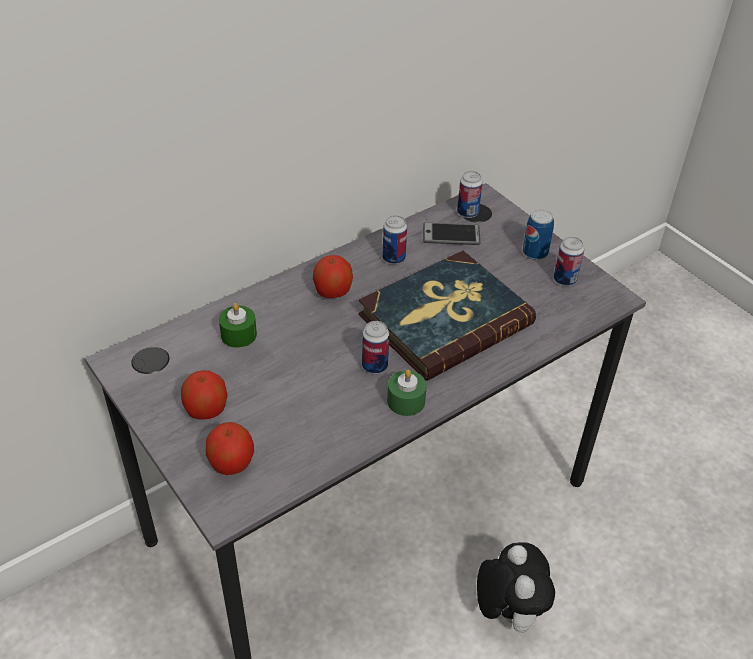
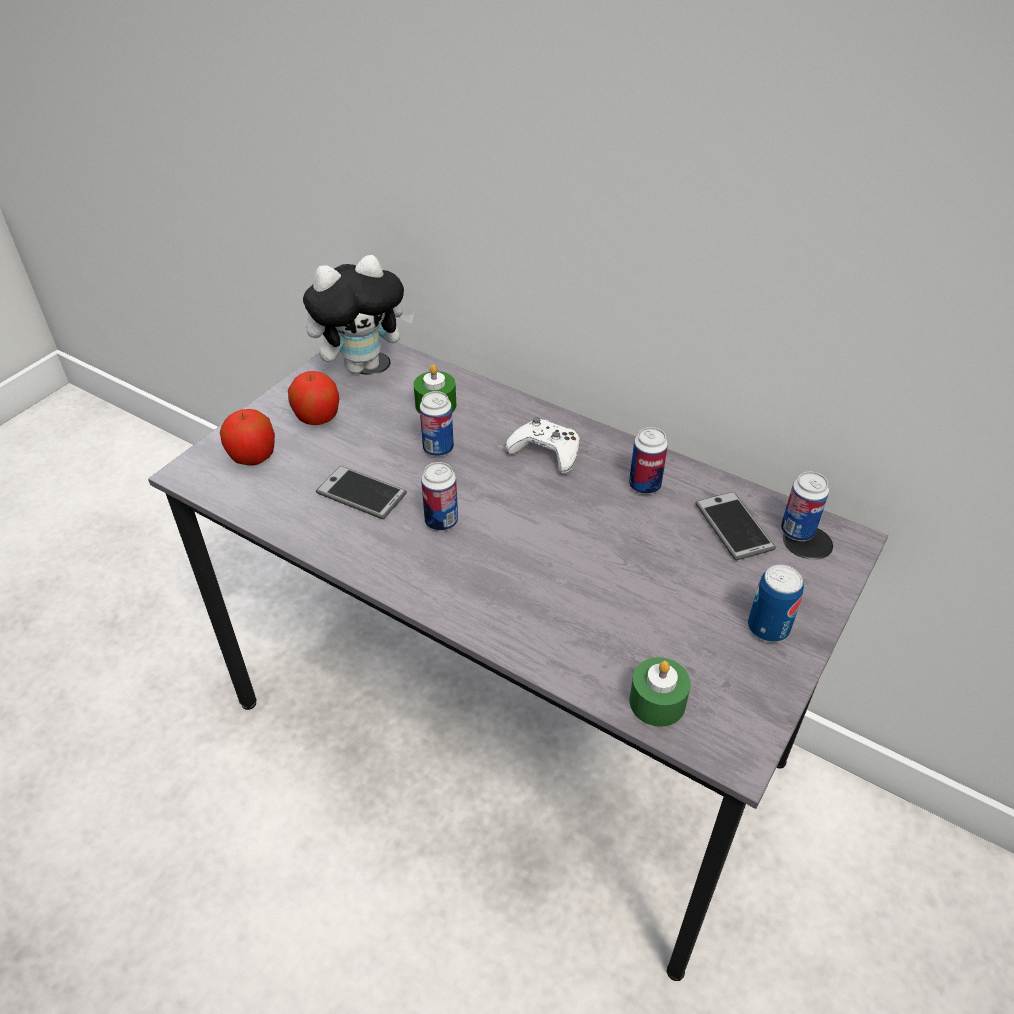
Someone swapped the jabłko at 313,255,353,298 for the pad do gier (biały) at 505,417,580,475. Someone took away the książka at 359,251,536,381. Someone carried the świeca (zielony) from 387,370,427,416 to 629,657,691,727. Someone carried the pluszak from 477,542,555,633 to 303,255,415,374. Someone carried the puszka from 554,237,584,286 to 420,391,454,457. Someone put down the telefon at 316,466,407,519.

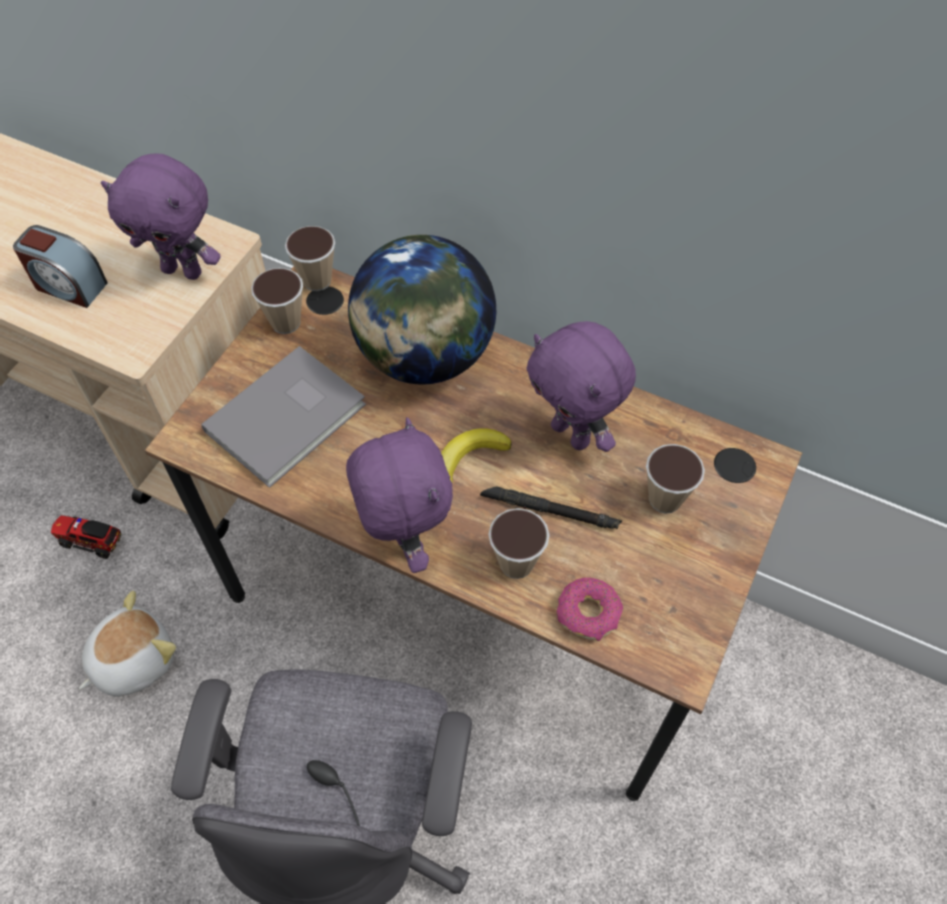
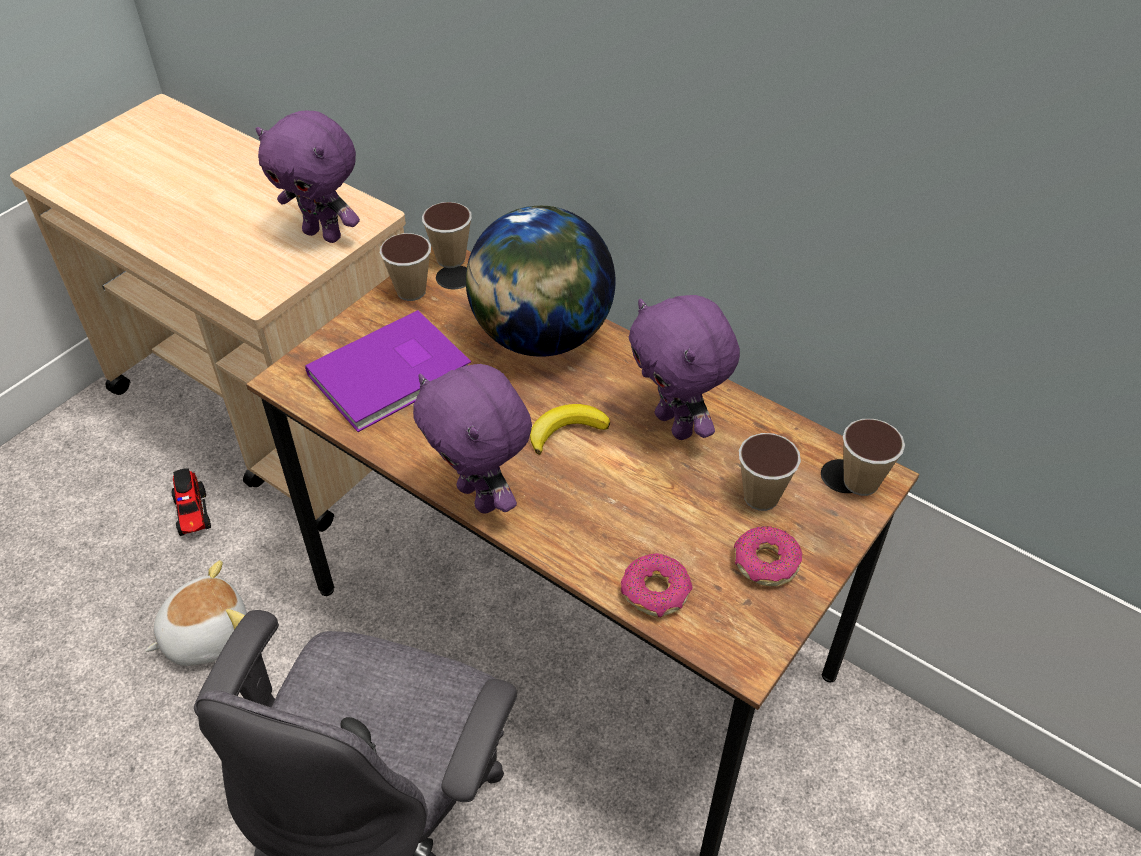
Someone took away the budzik at 13,225,108,308. Someone rotated the ciężarówka zabawkowa at 51,516,121,559 by 135 degrees counterclockwise. Someone repainted the książka (szary) at 201,346,366,488, which became the książka (fioletowy) at 305,310,471,432. Someone rotated the pluszak (fioletowy) at 346,417,453,573 by 150 degrees clockwise. Someone took away the latarka (czarny) at 480,487,622,529. Someone carried the filiżanka from 488,508,550,579 to 843,419,905,496. Someone put down the donut at 734,526,802,586.

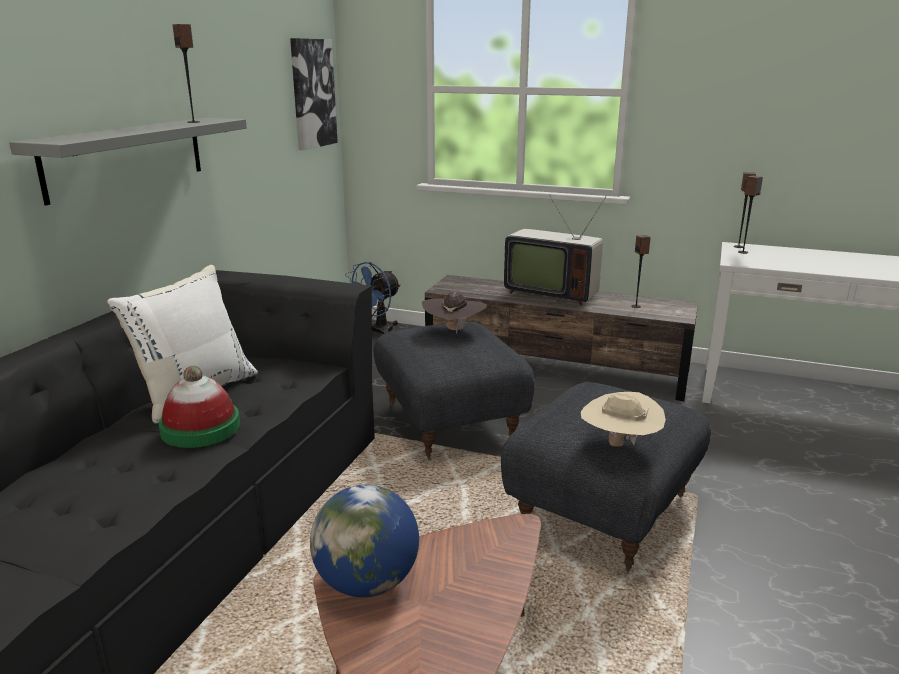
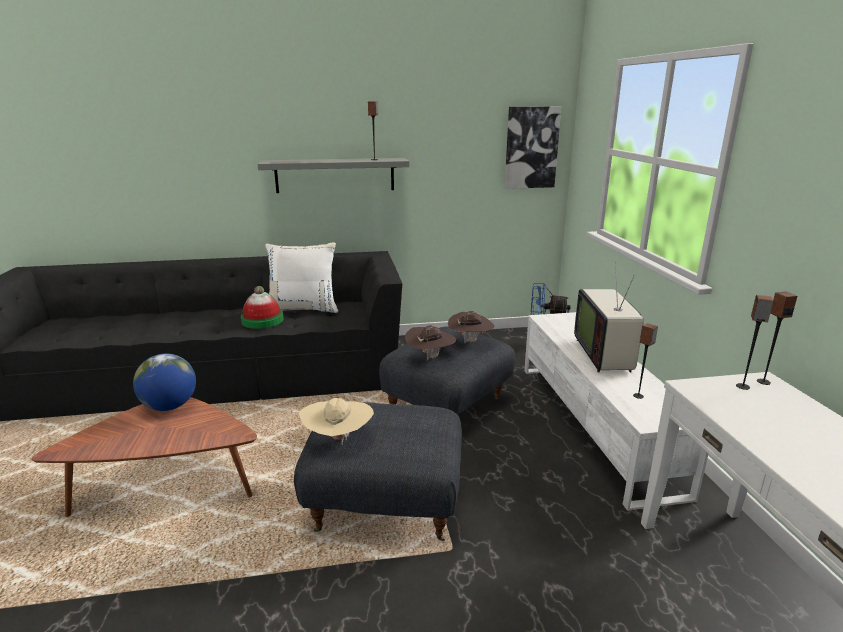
Someone repainted the szafka pod telewizor (brązowy) at 425,275,698,401, which became the szafka pod telewizor (biały) at 524,312,708,511. Someone put down the kapelusz (brązowy) at 405,325,457,361.

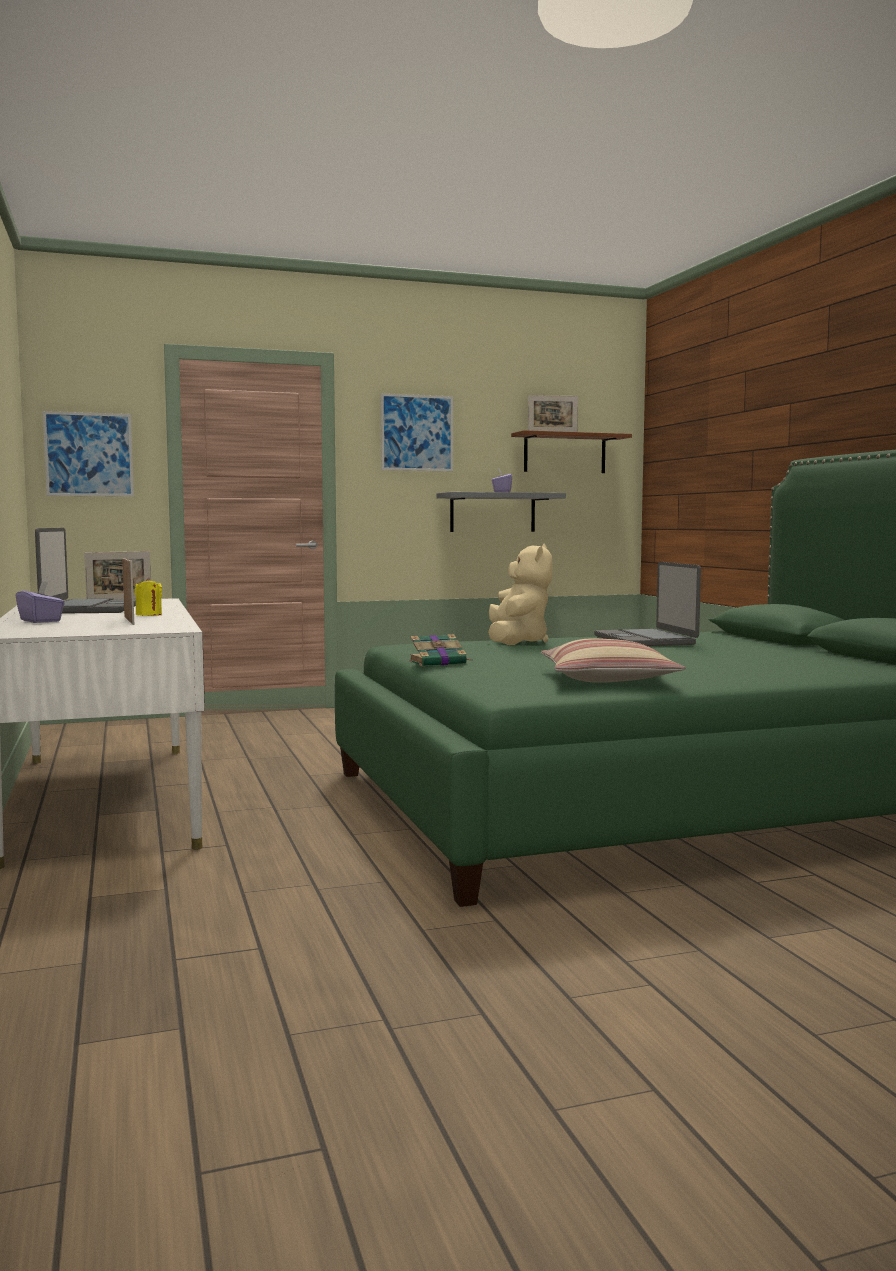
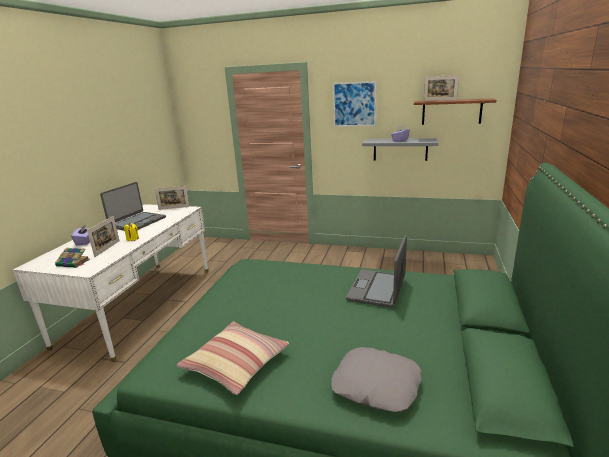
Someone took away the obraz at 43,411,134,497. Someone carried the książka from 409,634,470,666 to 55,248,90,268. Someone took away the pluszak (beżowy) at 488,544,553,645. Someone put down the poduszka (szary) at 331,347,422,412.

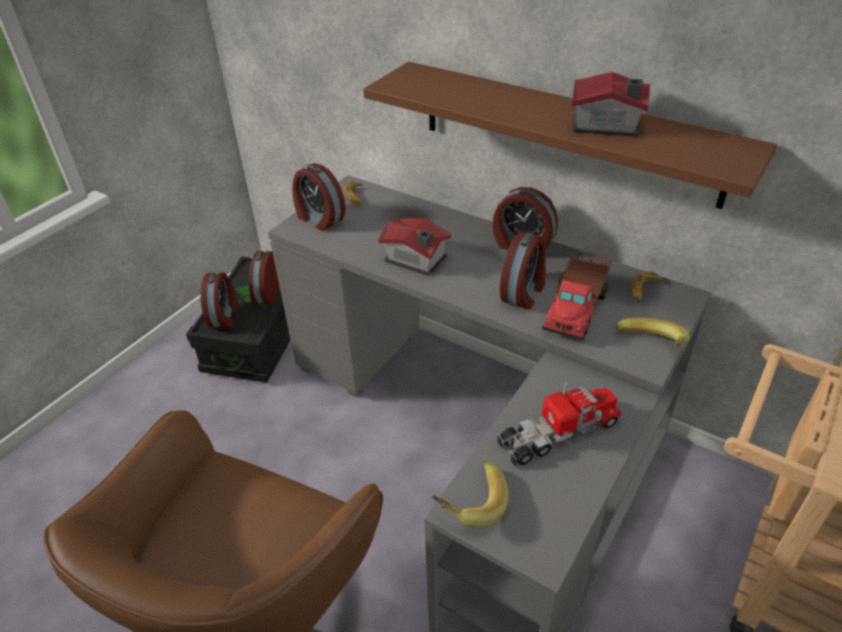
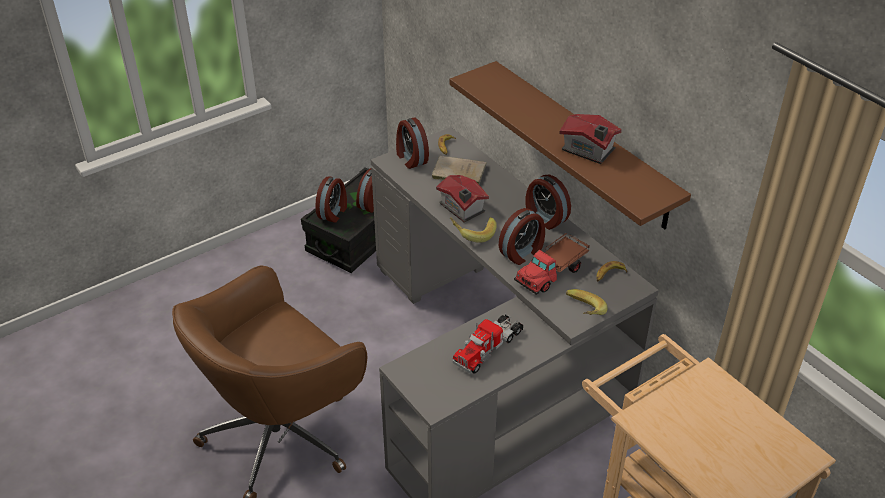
Someone carried the banan from 432,462,509,528 to 450,217,497,243. Someone rotated the ciężarówka zabawkowa at 497,382,622,467 by 135 degrees clockwise. Someone put down the książka (beżowy) at 431,156,487,184.

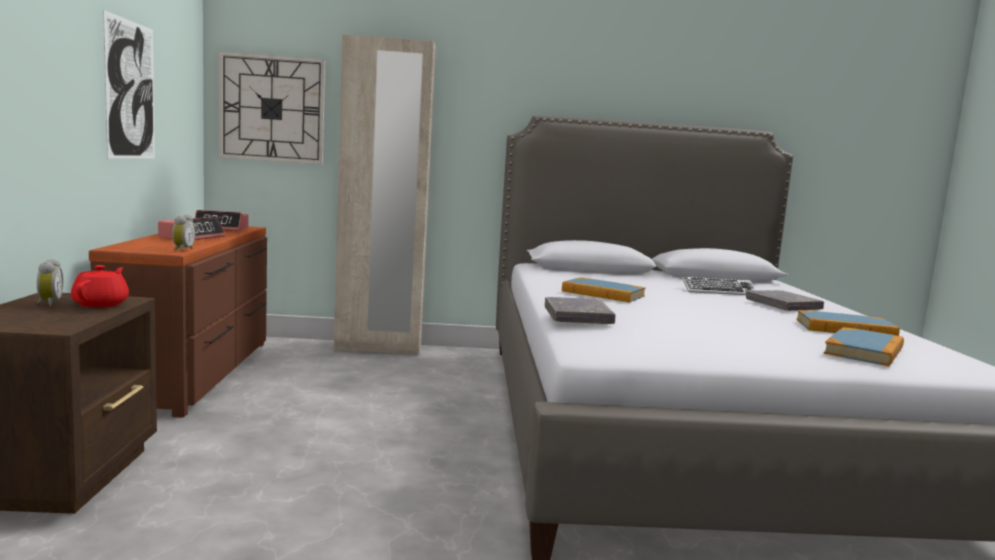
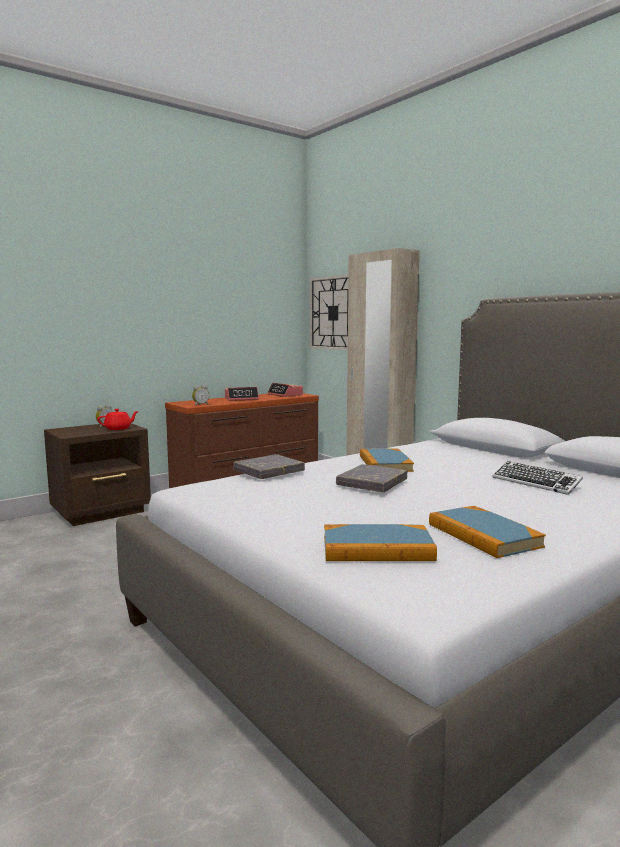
Someone took away the obraz at 103,10,155,158. Someone carried the książka (szary) from 746,290,824,311 to 336,464,407,492.

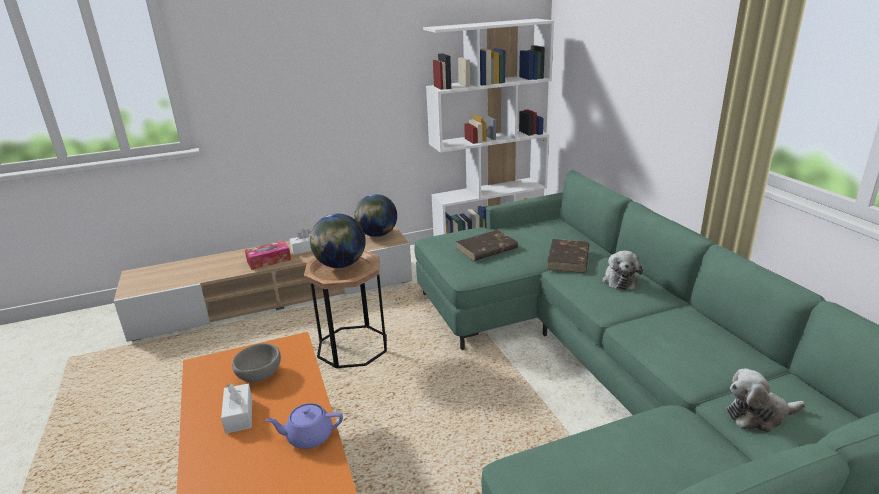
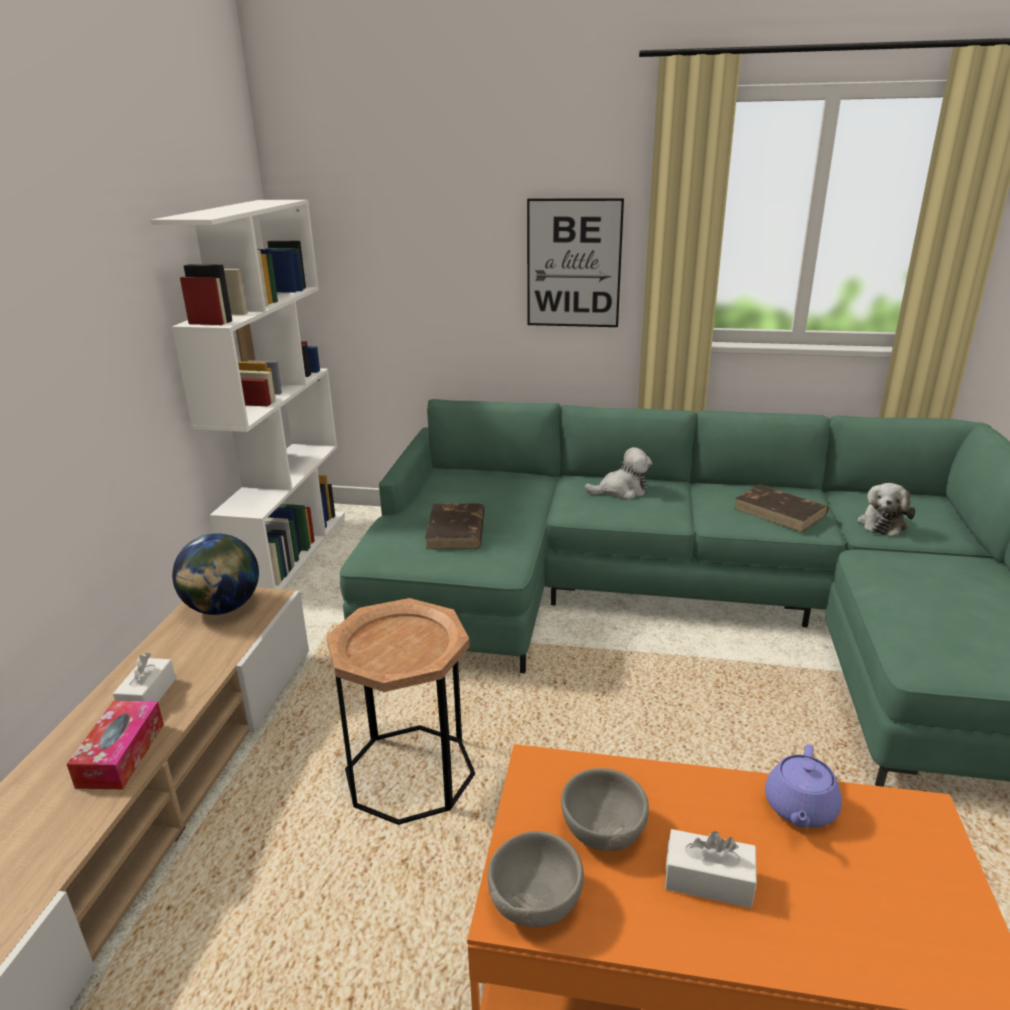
Someone took away the globus at 310,214,366,268. Someone carried the książka (brązowy) from 547,239,589,273 to 734,485,829,532. Someone rotated the pluszak at 602,250,643,290 by 45 degrees counterclockwise. Someone put down the miska (szary) at 488,831,584,927. Someone put up the obraz at 527,198,624,327.

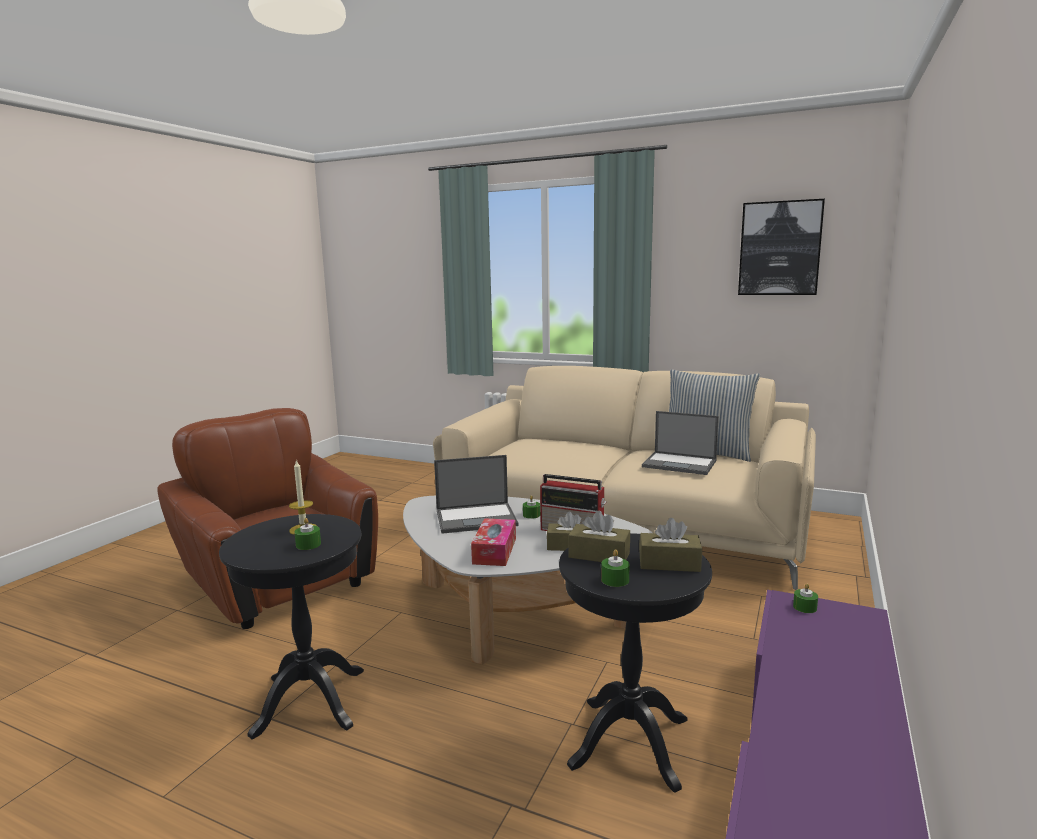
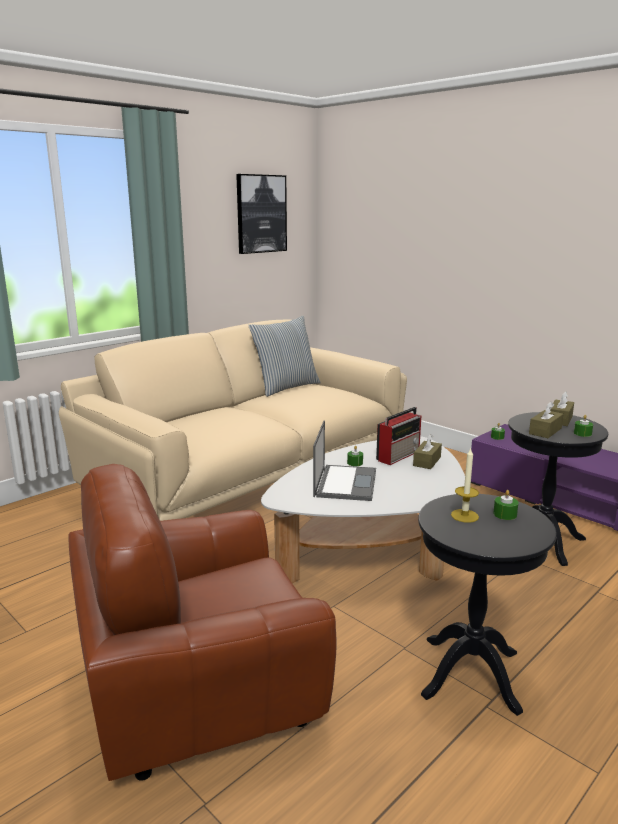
Someone took away the pudełko chusteczek at 471,518,516,566. Someone took away the laptop at 642,411,719,475.

